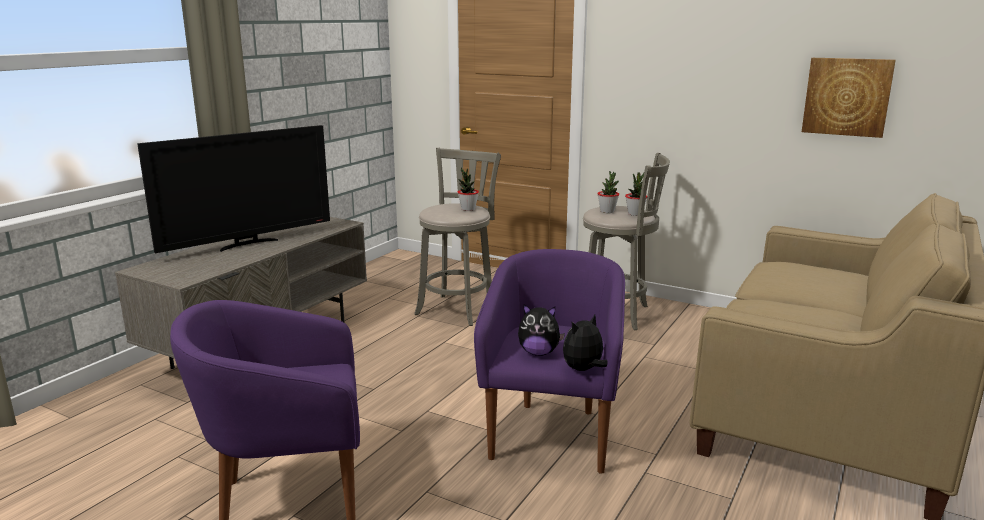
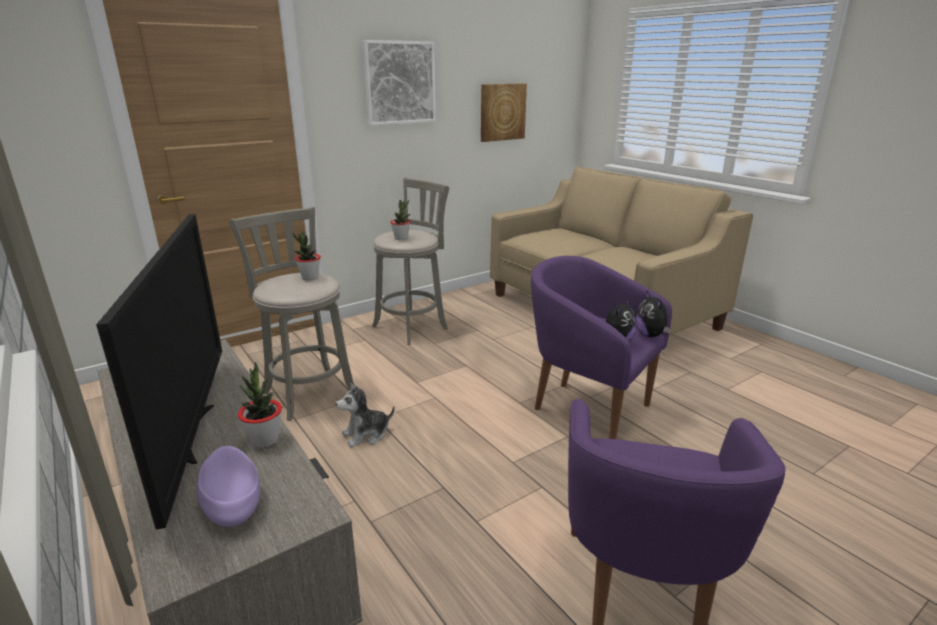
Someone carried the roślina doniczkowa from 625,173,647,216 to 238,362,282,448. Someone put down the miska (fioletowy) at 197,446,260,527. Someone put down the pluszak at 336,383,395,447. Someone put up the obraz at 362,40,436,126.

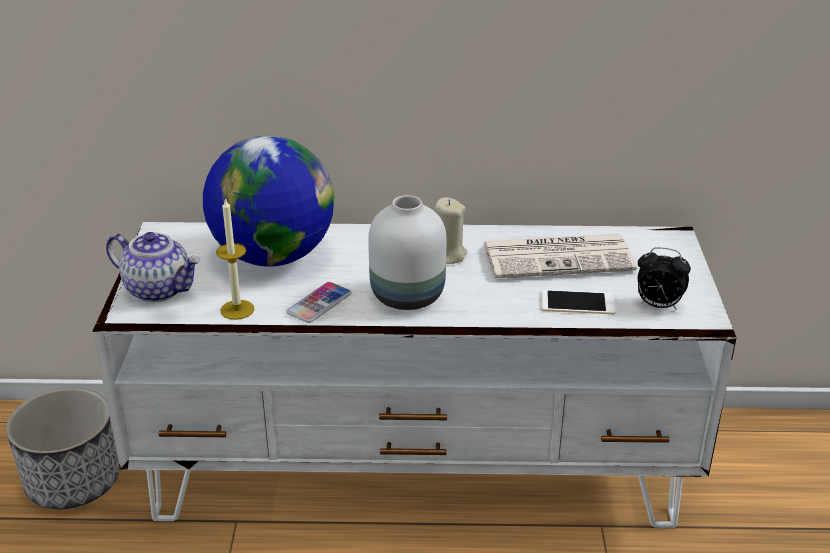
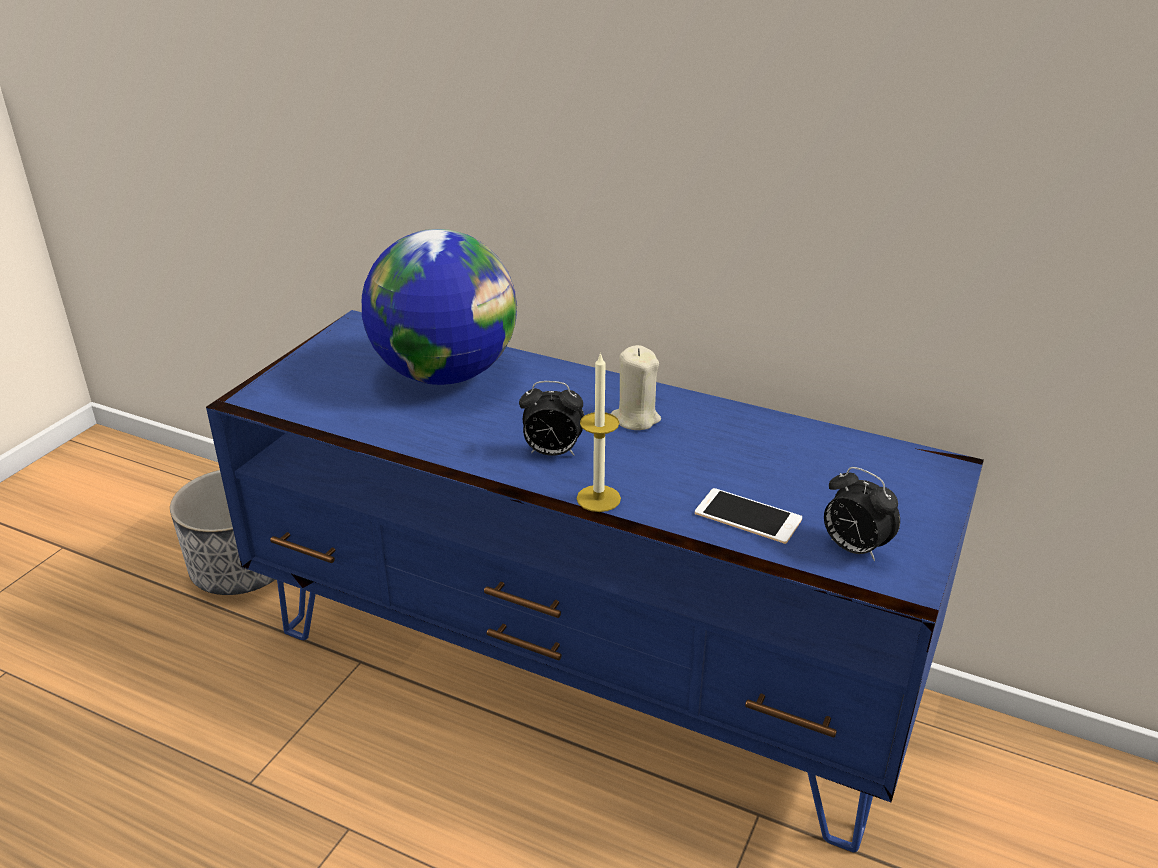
Someone repainted the szafka pod telewizor (biały) at 93,222,737,528, which became the szafka pod telewizor (niebieski) at 206,310,984,853. Someone took away the imbryk at 106,232,200,302. Someone carried the świeca from 216,198,255,320 to 577,352,621,512. Someone took away the telefon at 287,282,351,323. Someone swapped the wazon (biały) at 368,195,446,310 for the budzik at 519,381,584,456. Someone took away the gazeta at 484,234,637,278.

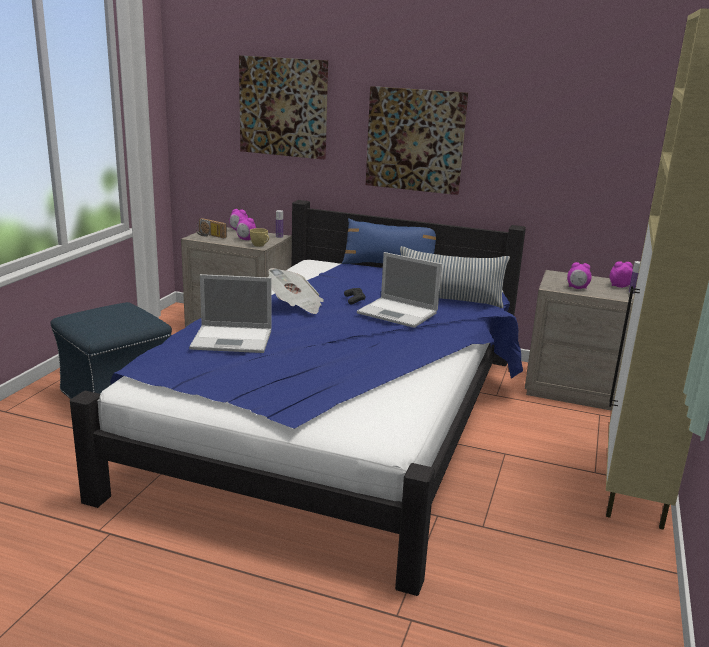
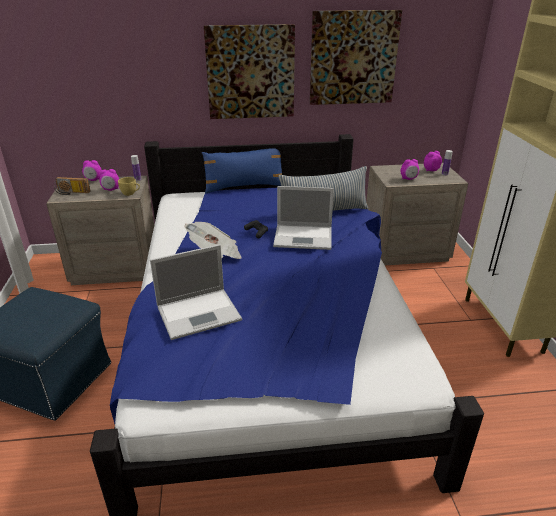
Someone carried the obraz from 239,55,328,160 to 310,10,402,105.

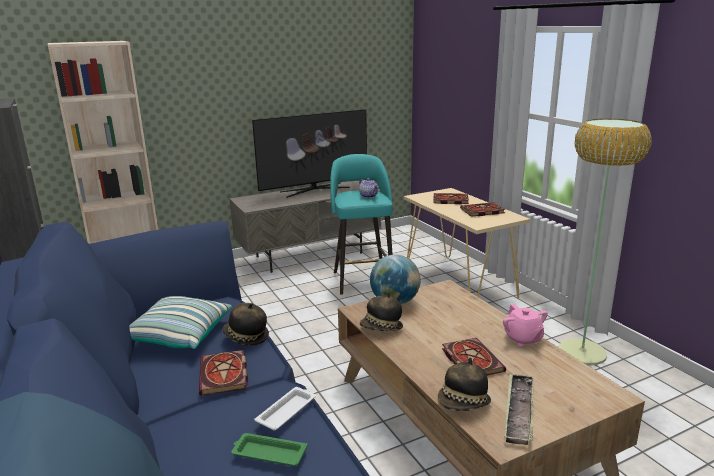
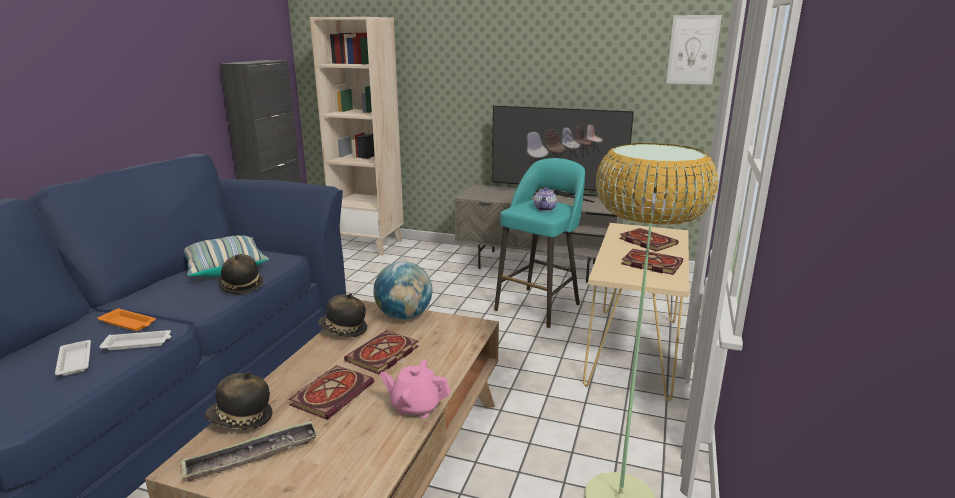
Someone carried the książka from 199,350,248,396 to 344,330,419,374. Someone repainted the taca (zielony) at 231,433,308,466, which became the taca (biały) at 55,340,91,376. Someone rotated the imbryk (różowy) at 503,304,548,346 by 75 degrees clockwise. Someone put down the taca (pomarańczowy) at 97,308,156,331. Someone put up the obraz at 666,15,722,85.

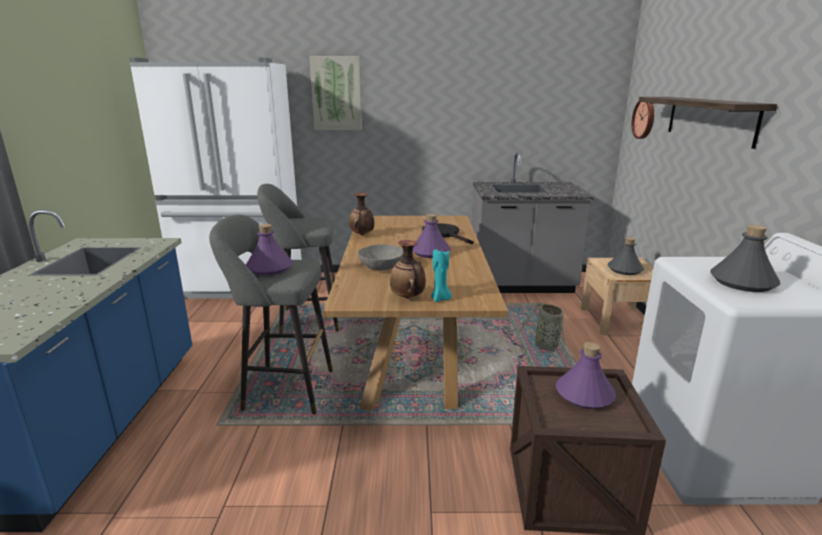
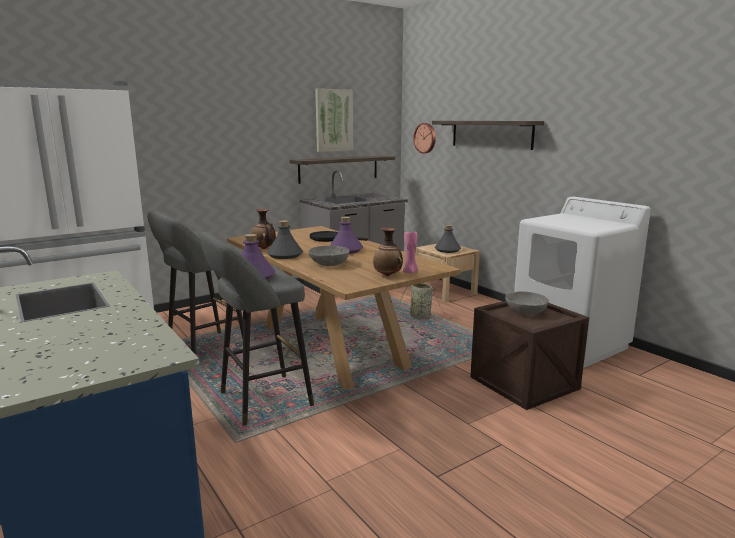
Someone carried the obraz from 310,56,362,130 to 315,89,353,152. Someone repainted the świeca (turkusowy) at 431,248,452,302, which became the świeca (różowy) at 403,232,418,274. Someone swapped the butelka (fioletowy) at 556,342,616,409 for the miska (szary) at 505,291,549,315. Someone carried the butelka (szary) from 710,225,780,292 to 267,220,303,259. Someone put up the półka at 290,155,395,184.

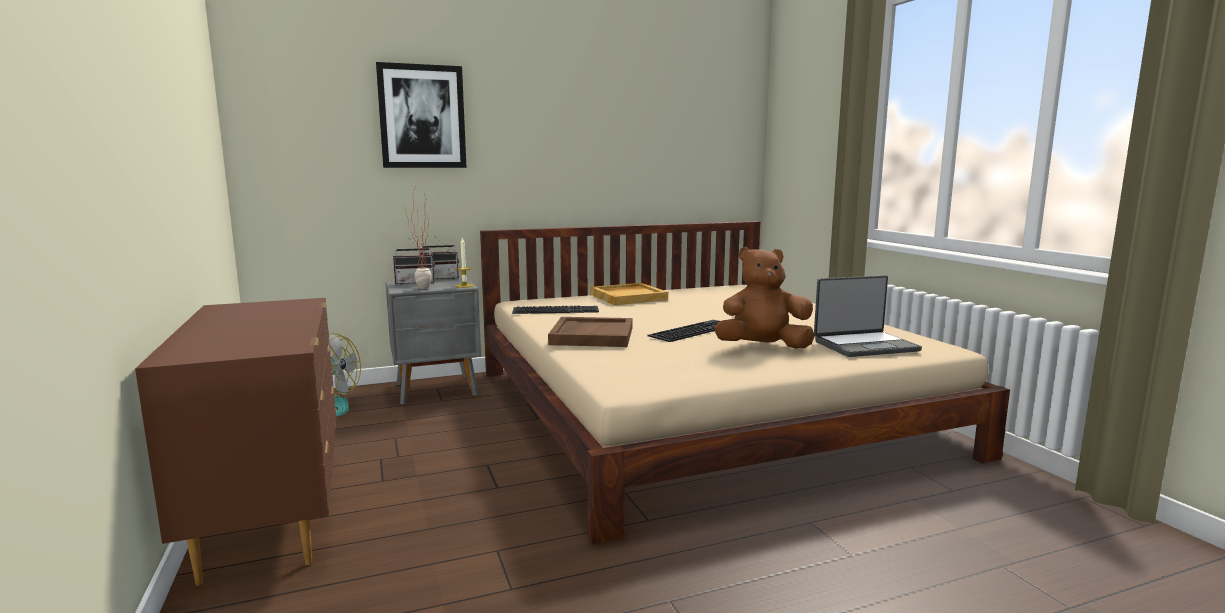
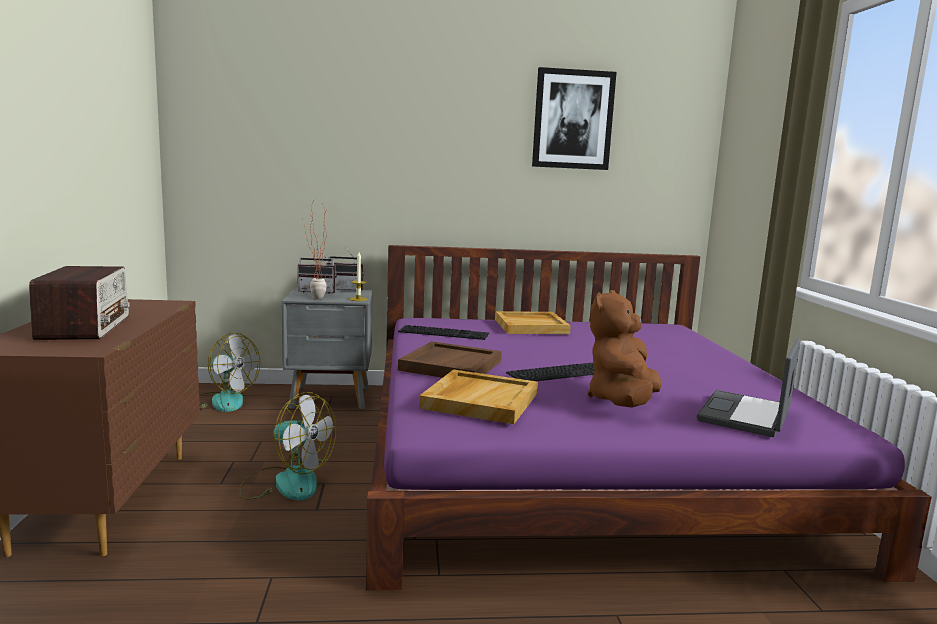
Someone carried the obraz from 376,62,467,168 to 532,67,617,170. Someone repainted the łóżko (beżowy) at 480,221,1010,544, which became the łóżko (fioletowy) at 366,245,932,591. Someone rotated the pluszak (brązowy) at 714,247,815,349 by 75 degrees counterclockwise. Someone rotated the laptop at 814,275,922,357 by 120 degrees clockwise. Someone put down the radio at 29,266,130,340. Someone put down the wentylator at 239,392,336,500. Someone put down the taca (beżowy) at 419,370,538,424.

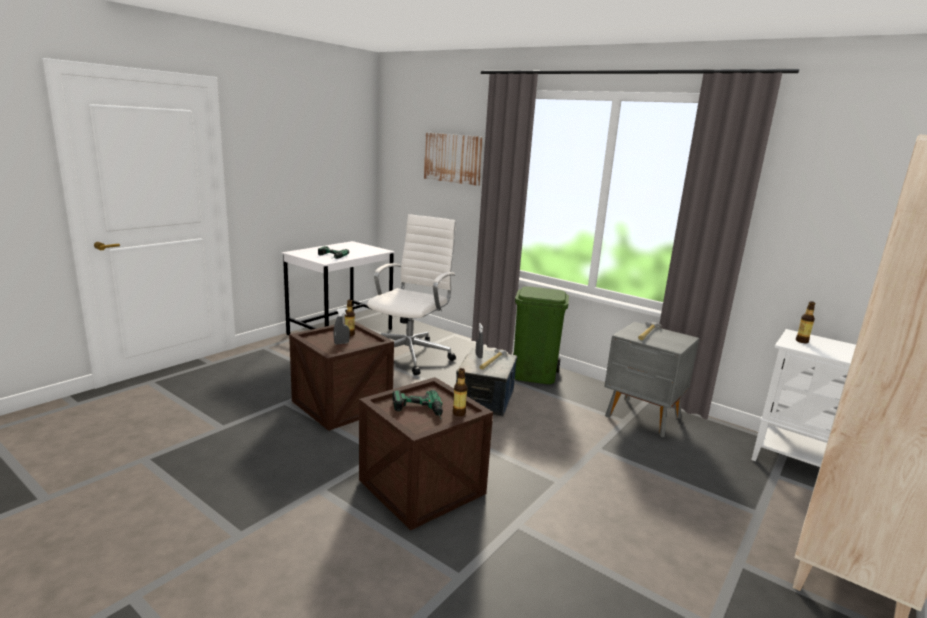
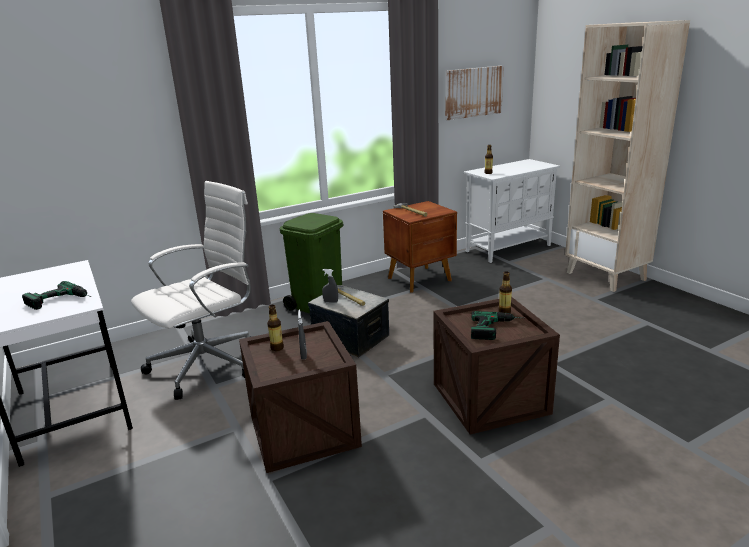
Someone rotated the krzesło biurowe (biały) at 367,214,456,375 by 90 degrees clockwise. Someone carried the obraz from 424,133,483,186 to 445,66,504,120. Someone repainted the szafka nocna (szary) at 605,322,699,437, which became the szafka nocna (brązowy) at 383,201,457,293.

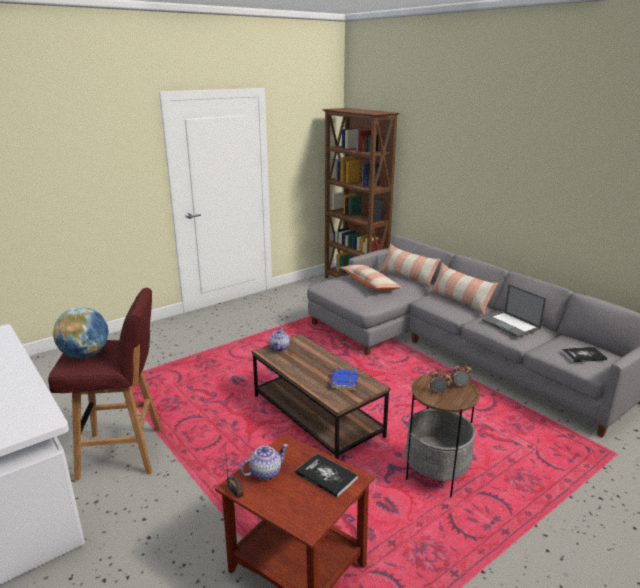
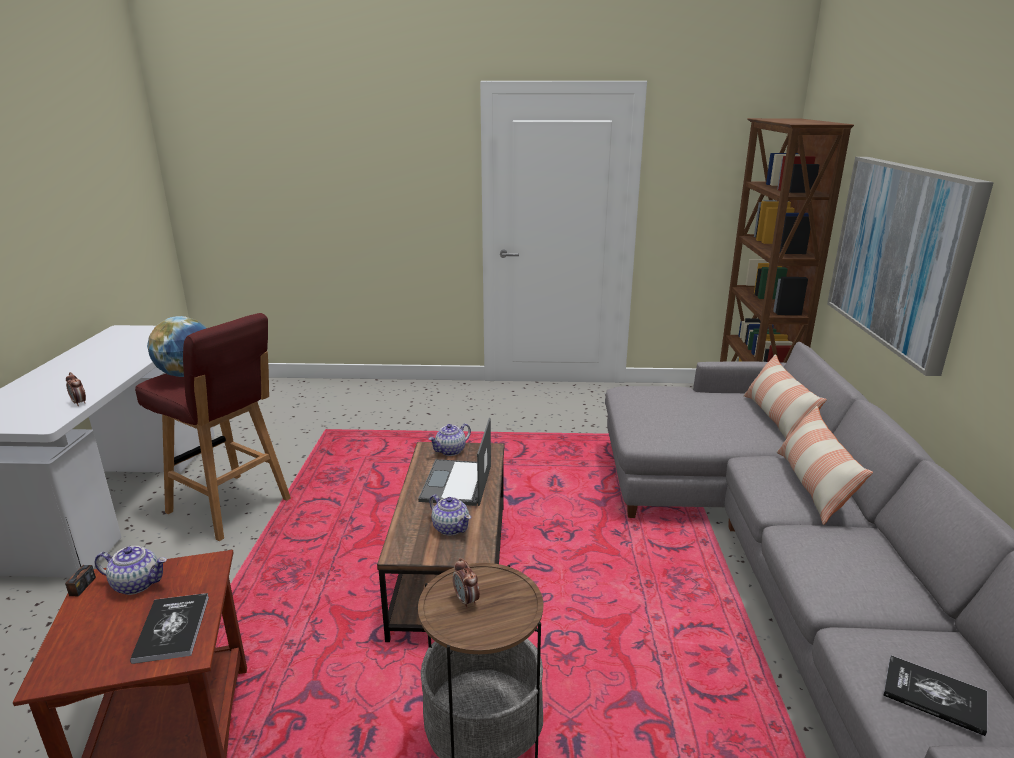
Someone swapped the książka (niebieski) at 330,369,358,391 for the imbryk at 430,494,471,535. Someone took away the poduszka at 340,265,402,291. Someone carried the budzik from 451,363,472,387 to 66,372,86,406. Someone carried the laptop from 482,284,546,338 to 418,418,491,506. Someone put up the obraz at 827,157,994,376.

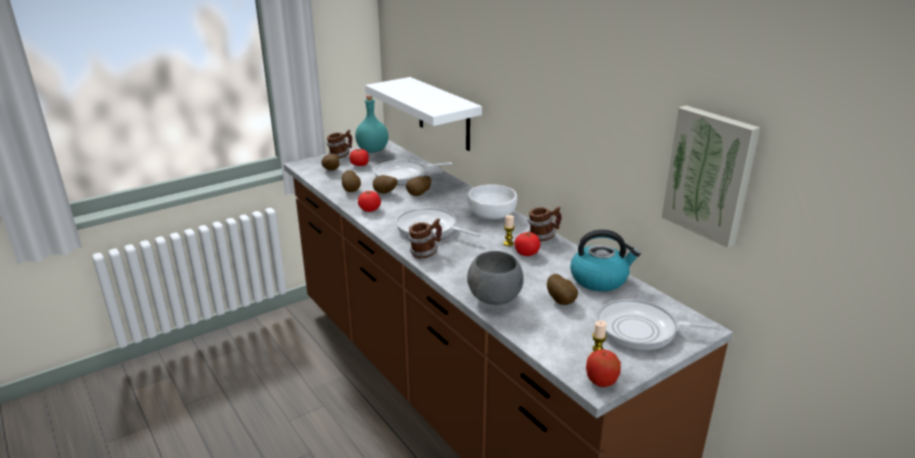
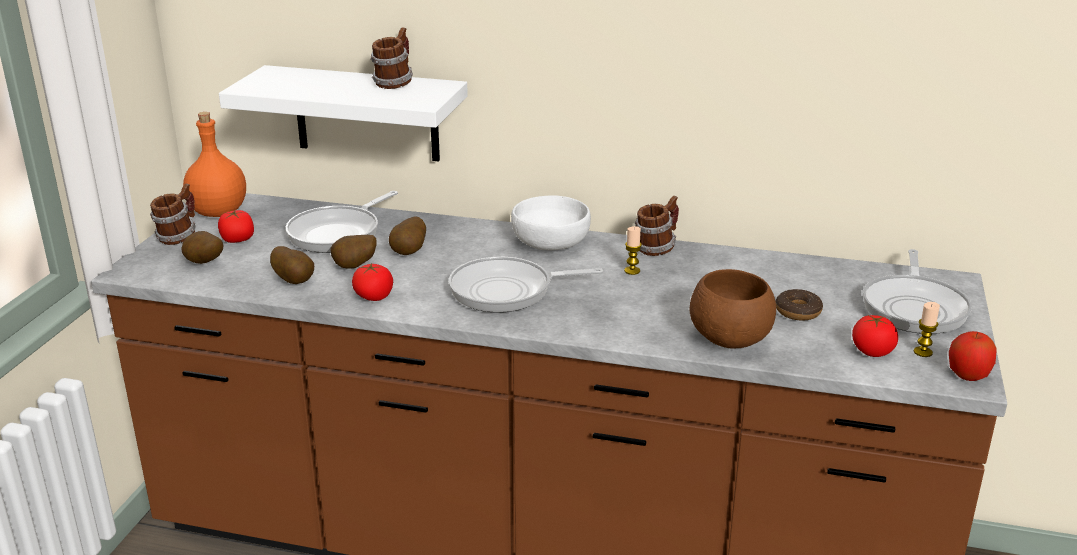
Someone repainted the butelka (turkusowy) at 355,95,389,153, which became the butelka (pomarańczowy) at 183,112,246,217. Someone carried the kubek from 408,218,442,258 to 370,28,413,89. Someone repainted the miska (szary) at 467,251,524,305, which became the miska (brązowy) at 690,269,776,348. Someone carried the pomidor from 515,232,540,256 to 852,315,898,357. Someone swapped the ziemniak at 547,274,578,305 for the donut at 776,289,823,321. Someone took away the czajnik at 570,229,641,292. Someone rotated the patelnia at 597,299,723,350 by 45 degrees counterclockwise. Someone took away the obraz at 662,105,760,248.

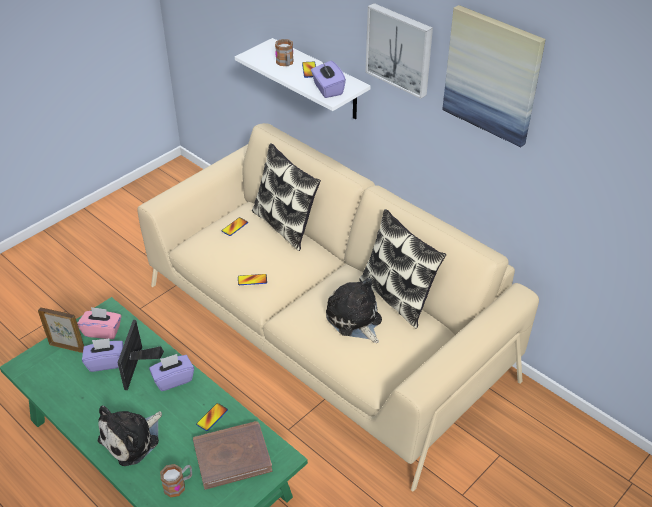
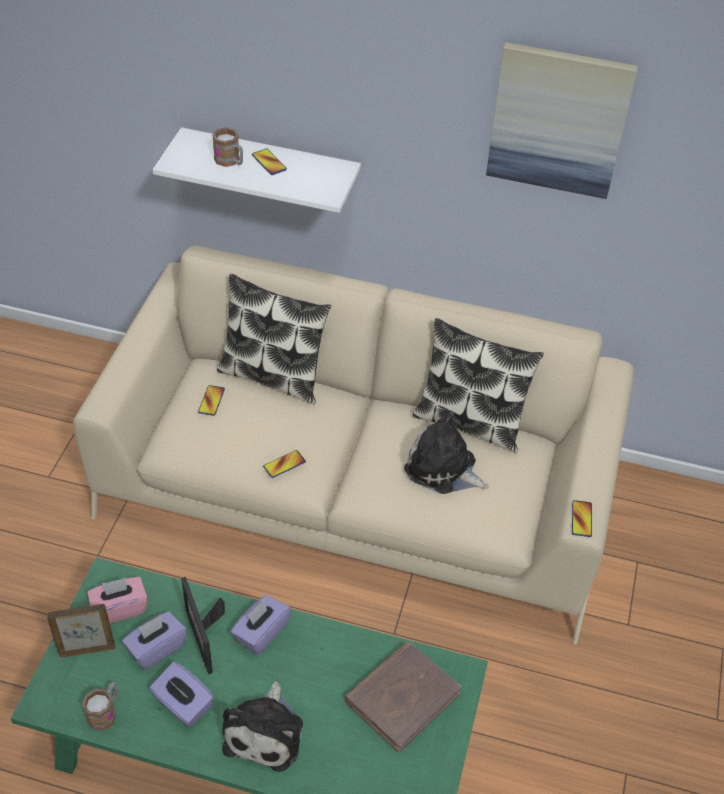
Someone carried the kubek from 160,464,192,498 to 82,682,118,731. Someone carried the telefon from 196,403,228,431 to 572,500,592,537. Someone carried the pudełko chusteczek (fioletowy) from 311,61,346,98 to 150,661,214,727. Someone took away the obraz at 366,3,433,99.

